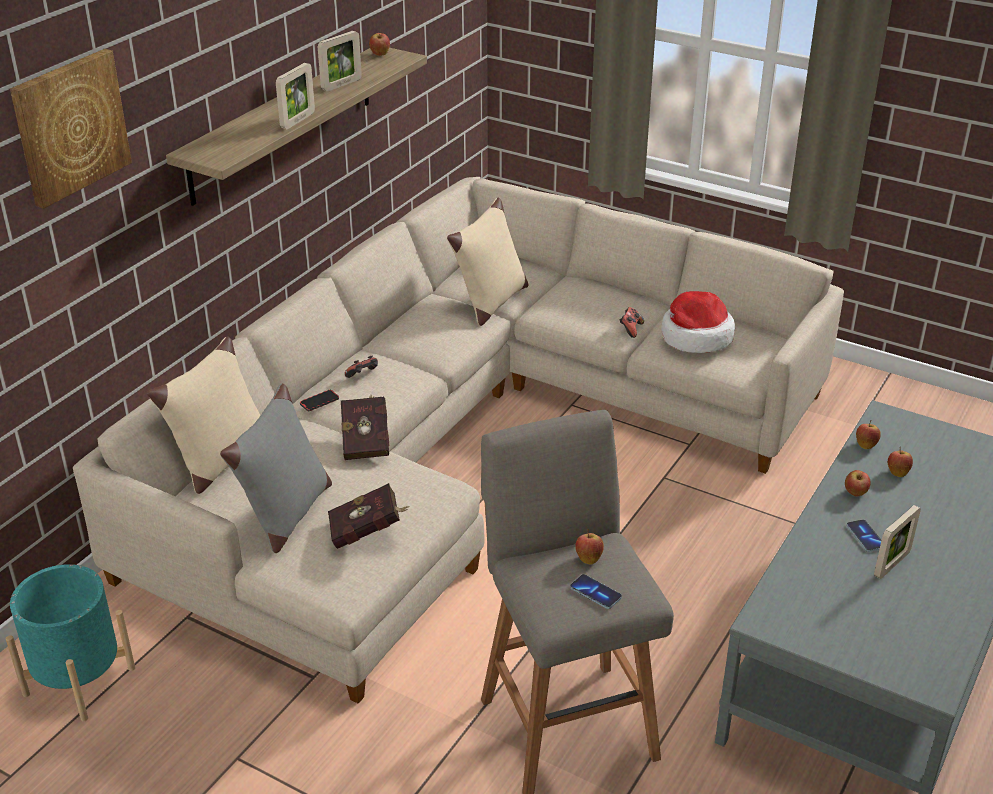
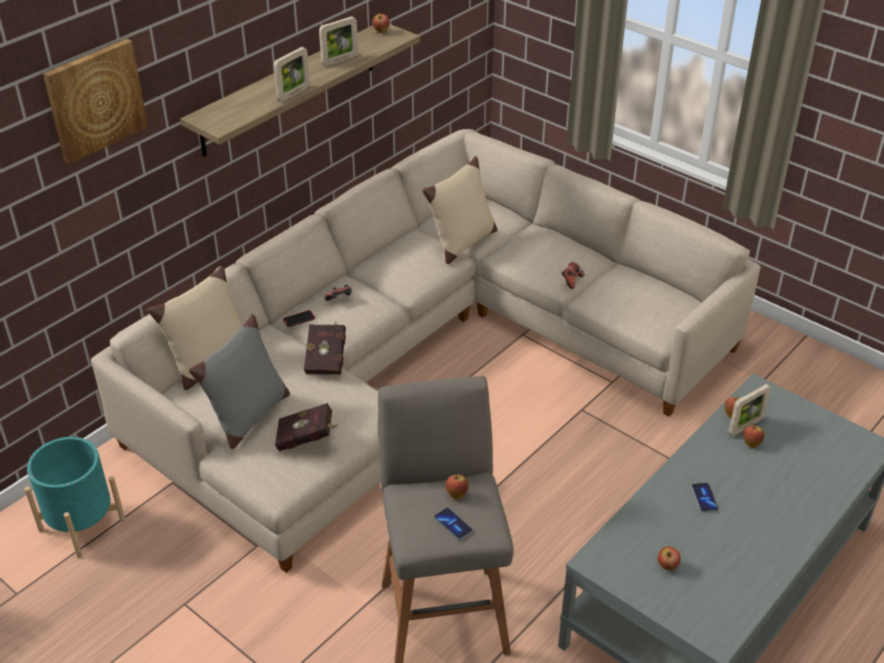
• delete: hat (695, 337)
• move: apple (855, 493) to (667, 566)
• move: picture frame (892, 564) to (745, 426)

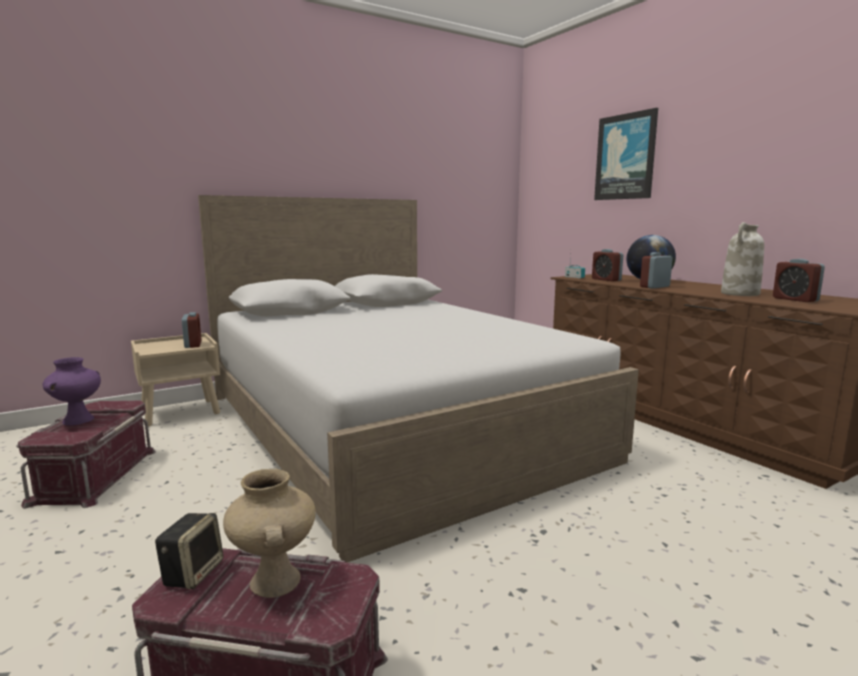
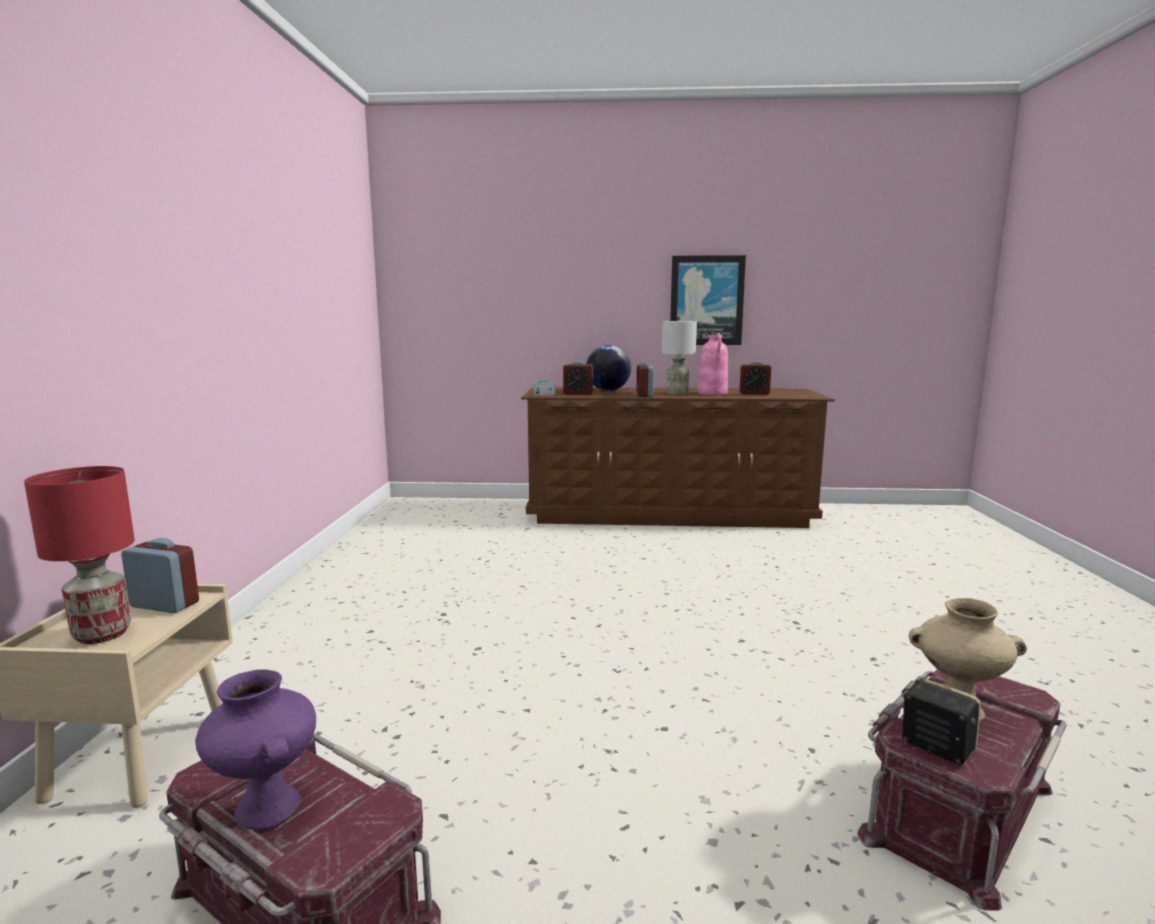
• move: picture (625, 157) to (706, 300)
• delete: white bed (392, 425)
• recolor: white vase (740, 294) to pink vase (713, 393)
• insert: grey table lamp (676, 394)
• insert: red table lamp (101, 635)

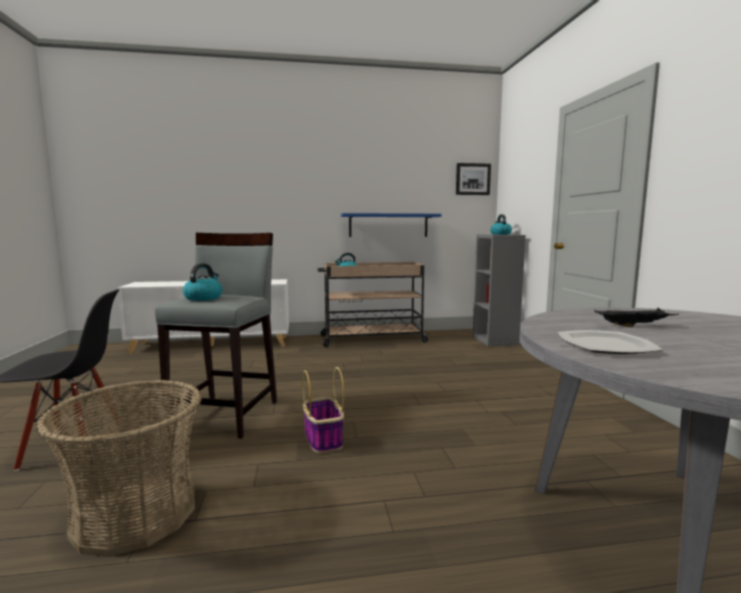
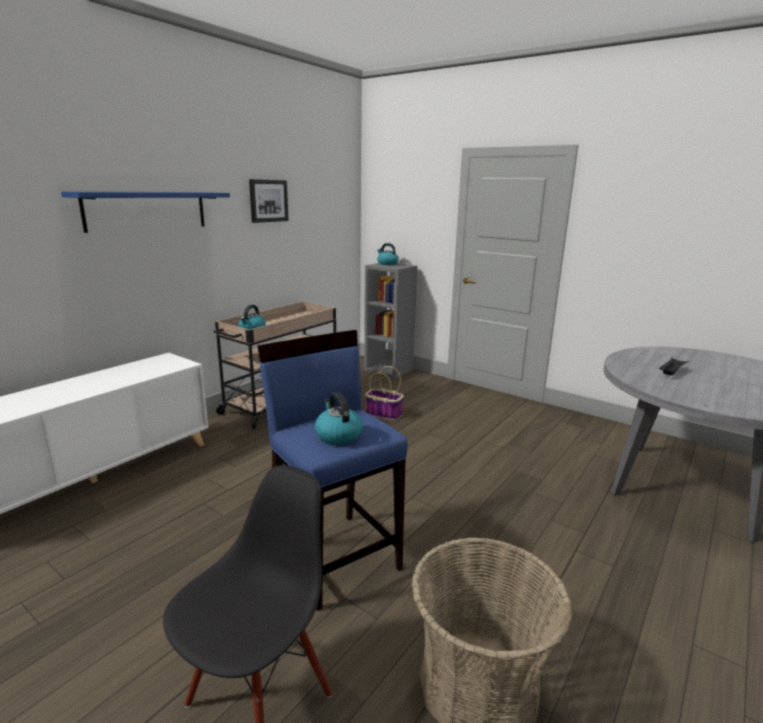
• move: picture (472, 179) to (268, 201)
• move: blue shelf (388, 225) to (147, 210)
• recolor: grey stool (226, 415) to blue stool (335, 556)
• delete: plate (605, 346)
• move: basket (323, 438) to (383, 414)

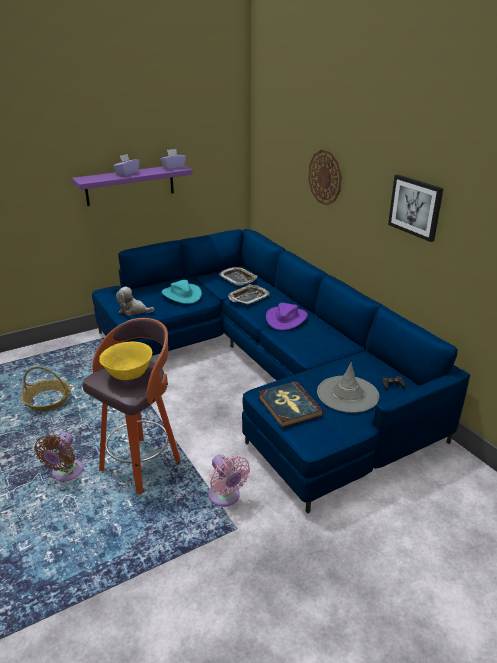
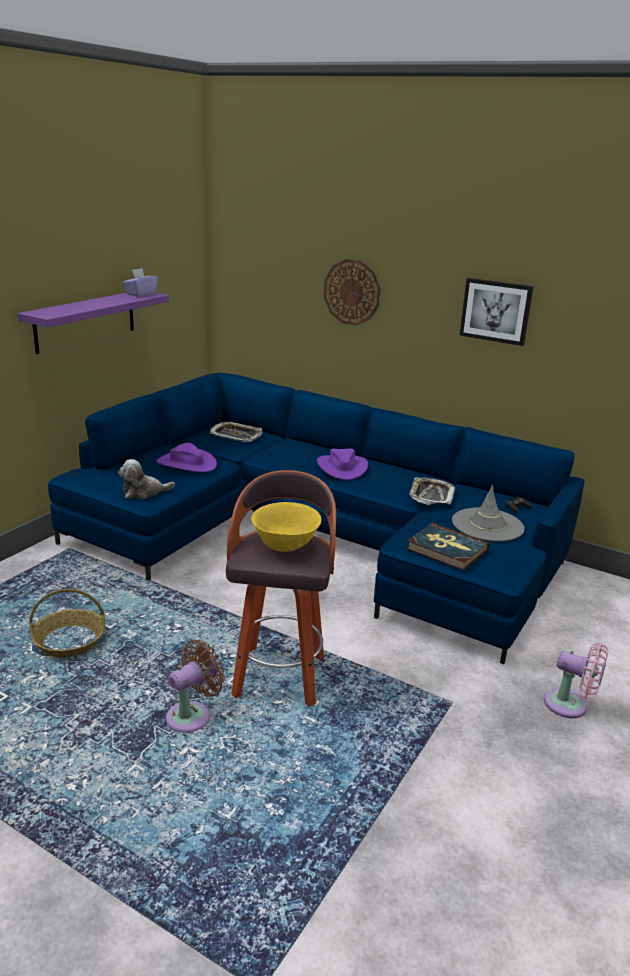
• delete: purple tissue box (127, 174)
• recolor: turquoise hat (181, 295) to purple hat (186, 464)
• move: tray (248, 297) to (431, 495)
• rotate: brown fan (65, 473) = (192, 715) 120 degrees counterclockwise
• move: pink fan (225, 497) to (570, 706)

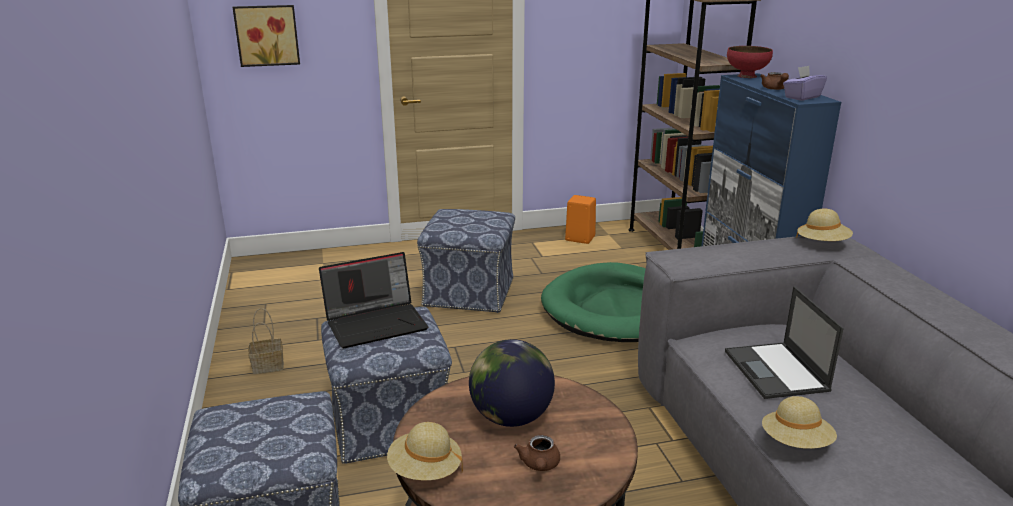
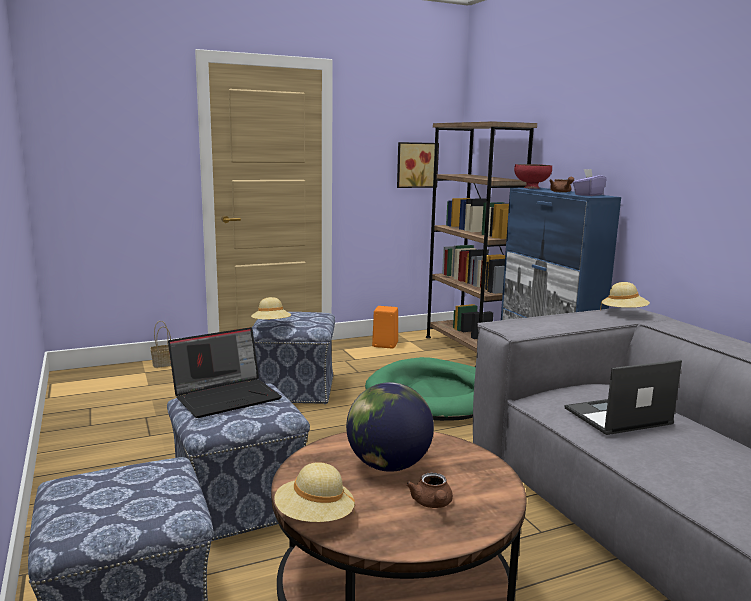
• move: picture (267, 35) to (416, 165)
• rotate: laptop (776, 371) = (617, 416) 90 degrees clockwise
• move: basket (267, 366) to (163, 364)
• move: beige hat (796, 443) to (271, 325)

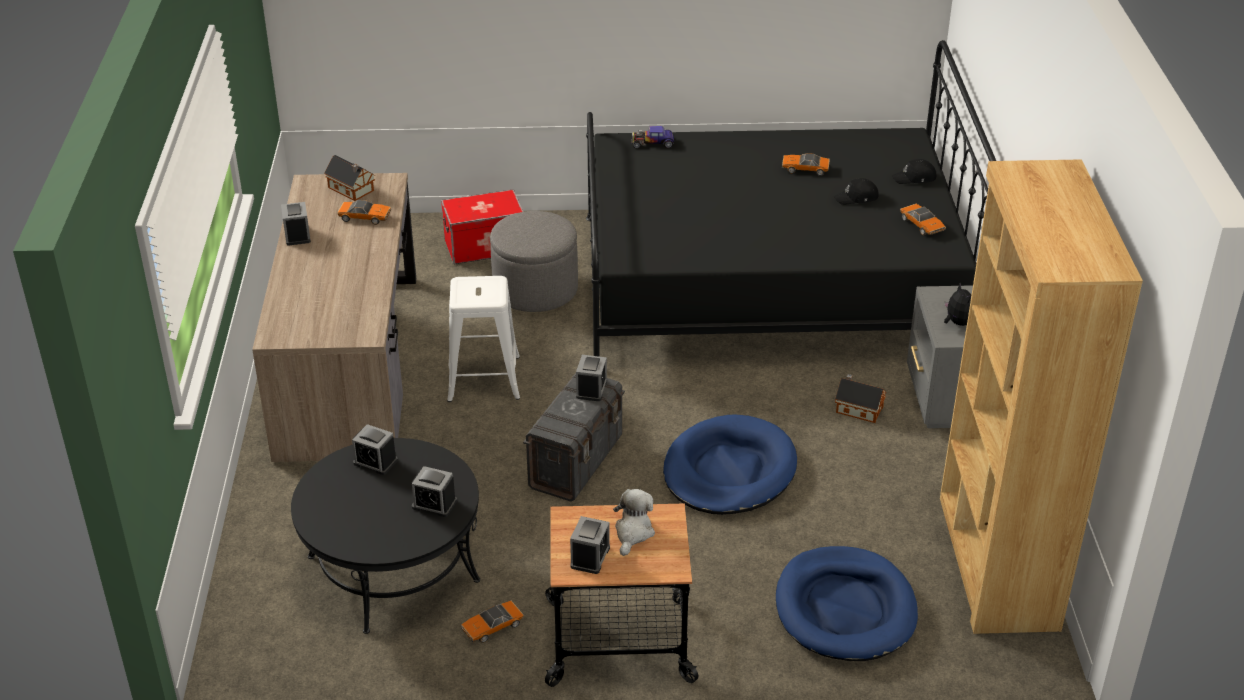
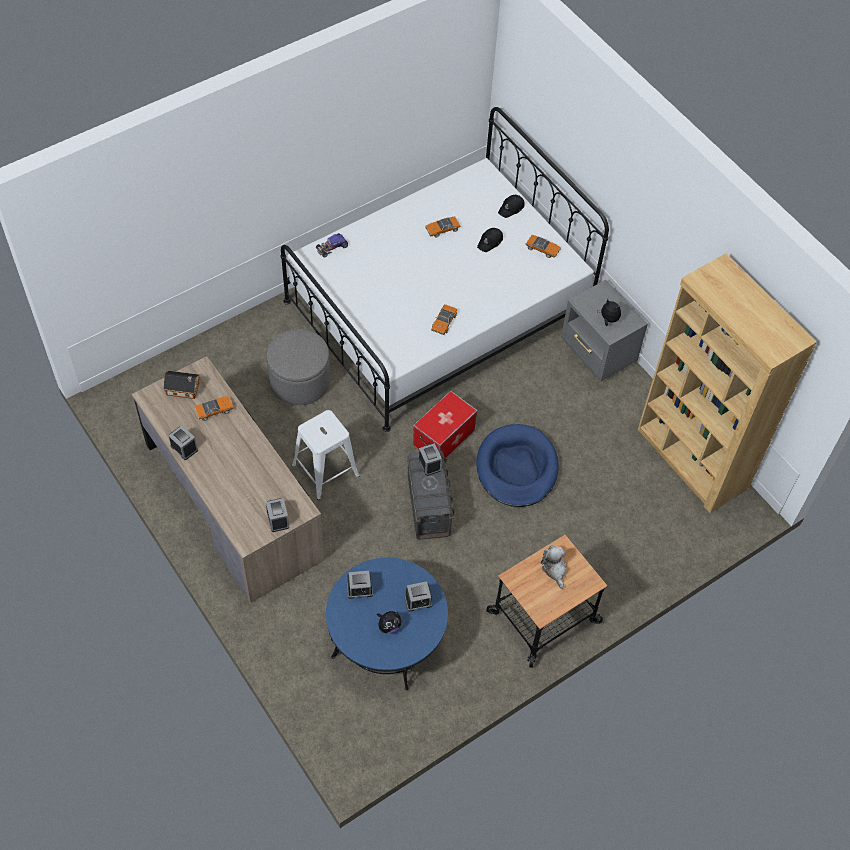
• recolor: black bed (767, 285) to white bed (437, 309)
• move: storage box (484, 246) to (443, 437)
• delete: toy house (857, 409)
• recolor: black coffee table (393, 568) to blue coffee table (386, 638)
• move: alarm clock (590, 557) to (278, 519)
• delete: blue dog bed (845, 609)
• move: toy car (492, 627) to (444, 322)
• insert: plush toy (389, 626)

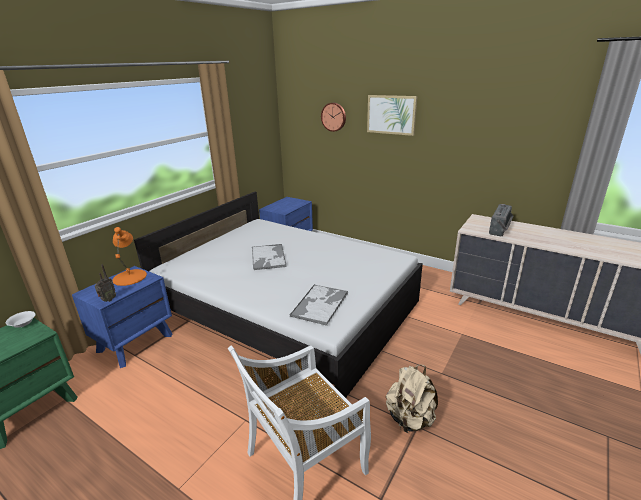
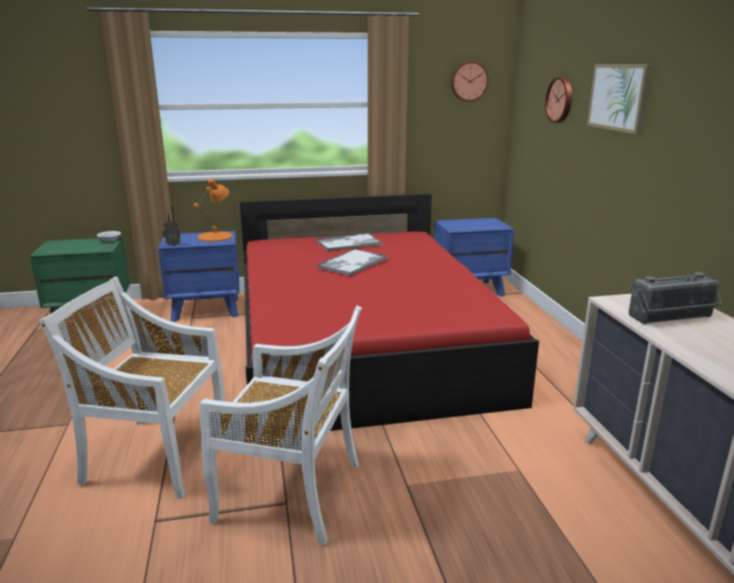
• recolor: white bed (288, 309) to red bed (361, 342)
• move: tray (320, 304) to (349, 243)
• replace: beige backpack (410, 419) to white chair (291, 493)
• insert: wall clock (468, 81)

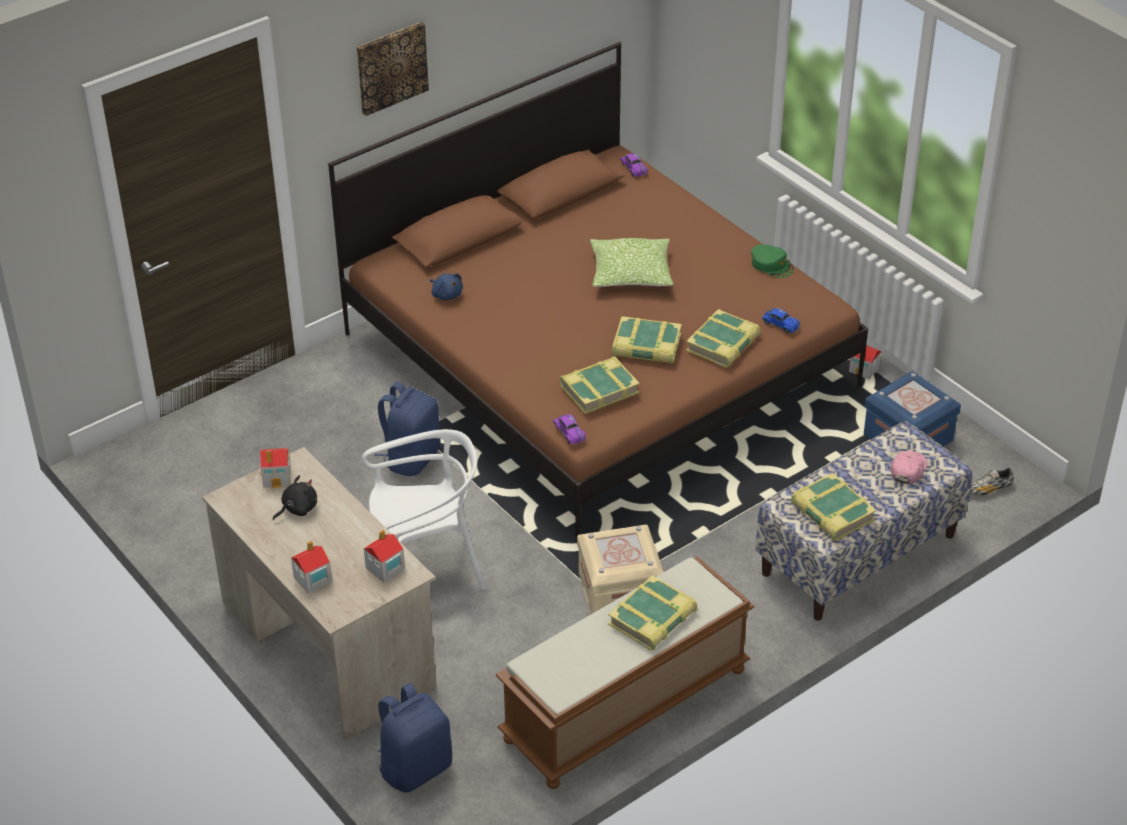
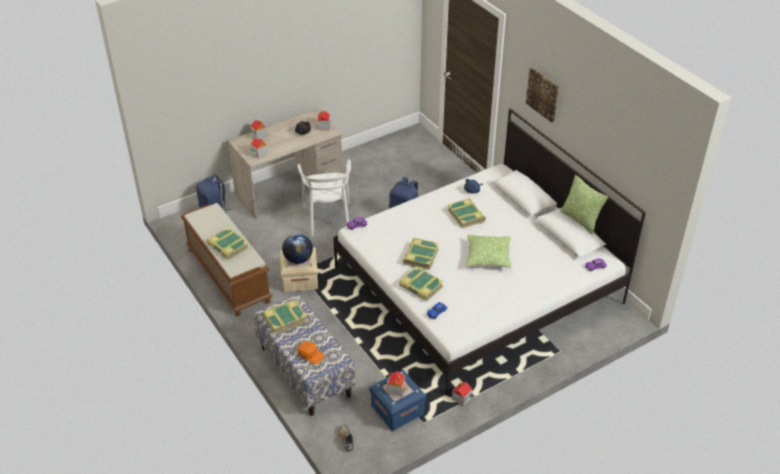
• recolor: brown bed (599, 359) to white bed (477, 285)
• delete: green cap (772, 265)
• move: book (598, 389) to (466, 215)
• recolor: pink cap (908, 470) to orange cap (310, 355)
• insert: pillow (580, 220)
• insert: globe (298, 259)
• insert: toy house (396, 389)

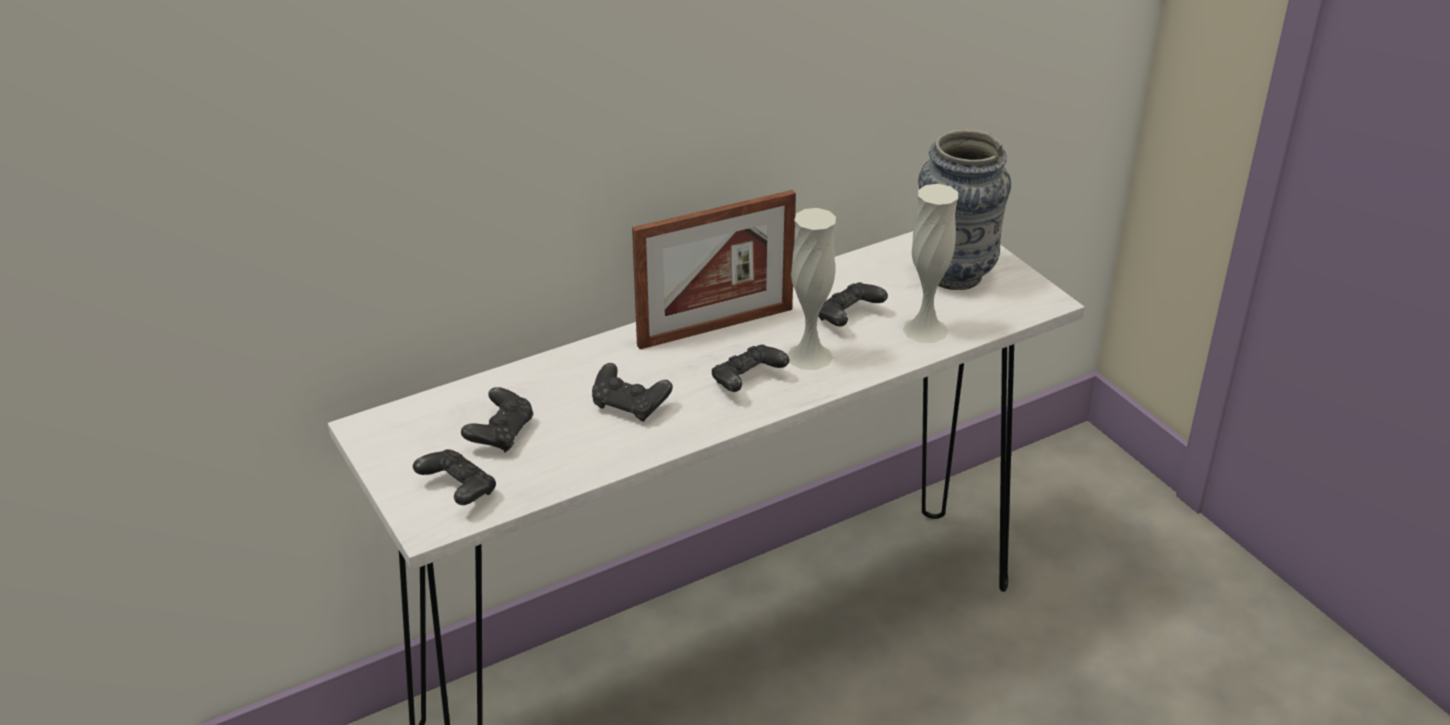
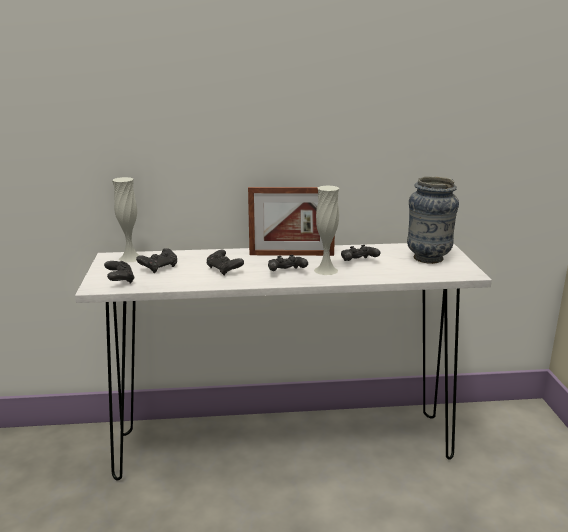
• move: white vase (925, 330) to (130, 258)

